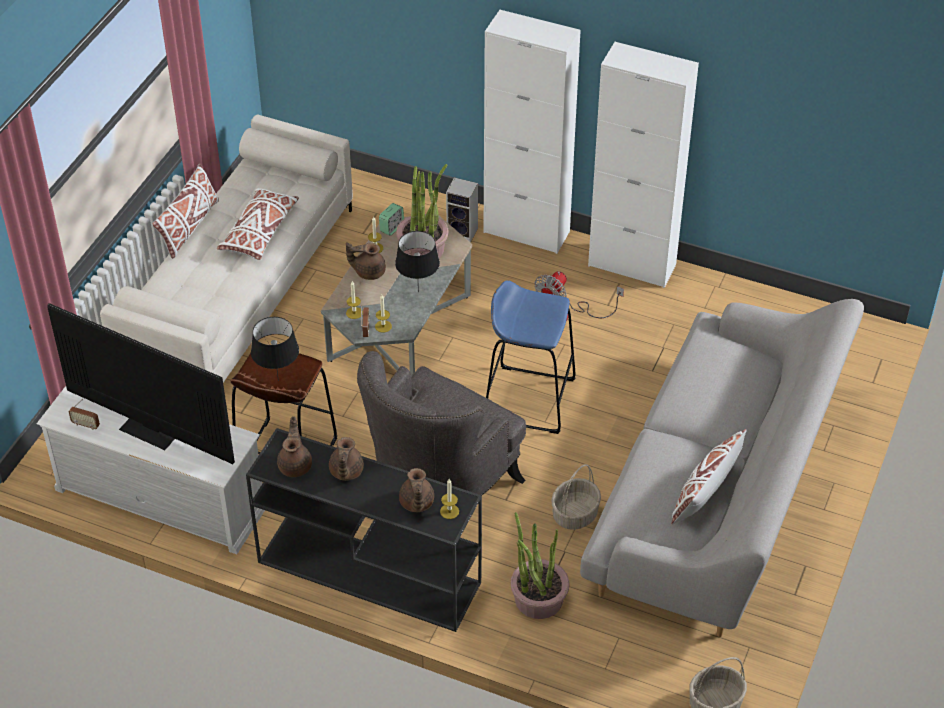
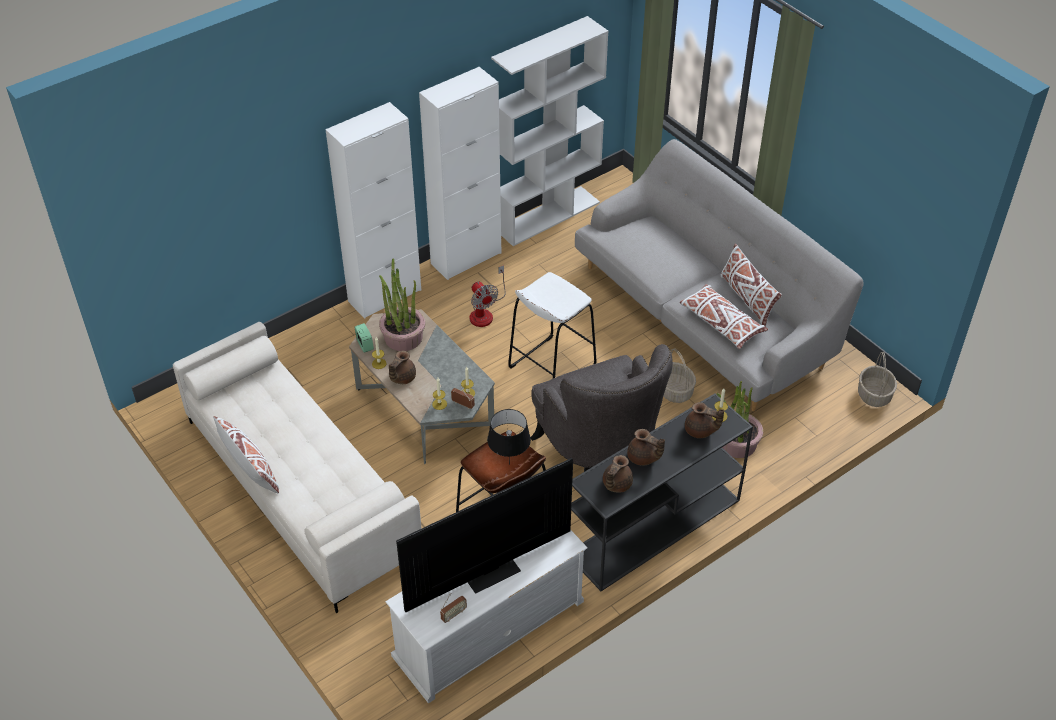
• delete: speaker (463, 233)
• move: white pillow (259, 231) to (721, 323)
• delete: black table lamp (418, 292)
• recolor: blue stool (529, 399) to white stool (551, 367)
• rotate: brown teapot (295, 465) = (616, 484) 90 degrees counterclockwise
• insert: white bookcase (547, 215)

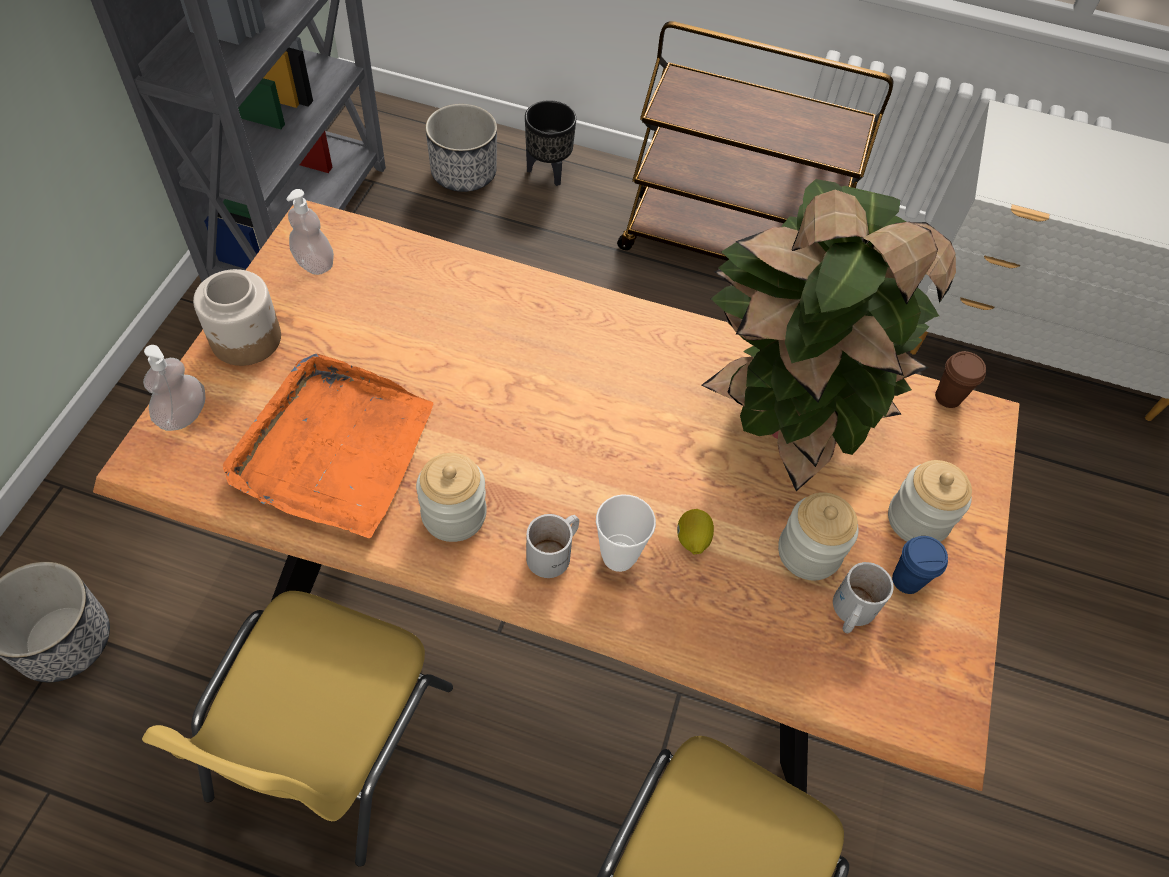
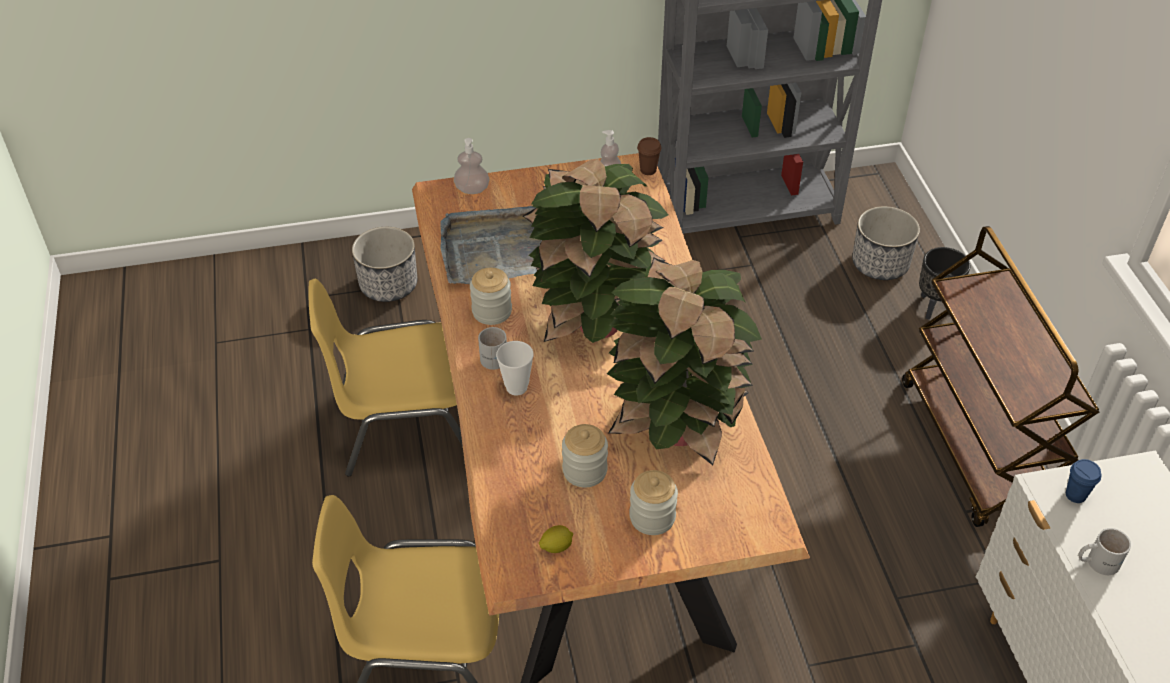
• delete: jar (246, 340)
• move: brown cup (948, 397) to (648, 170)
• recolor: orange tray (334, 449) to grey tray (495, 249)
• move: lemon (692, 540) to (556, 547)
• move: blue cup (906, 580) to (1075, 495)
• move: white mug (850, 611) to (1097, 561)
• insert: potted plant (595, 321)

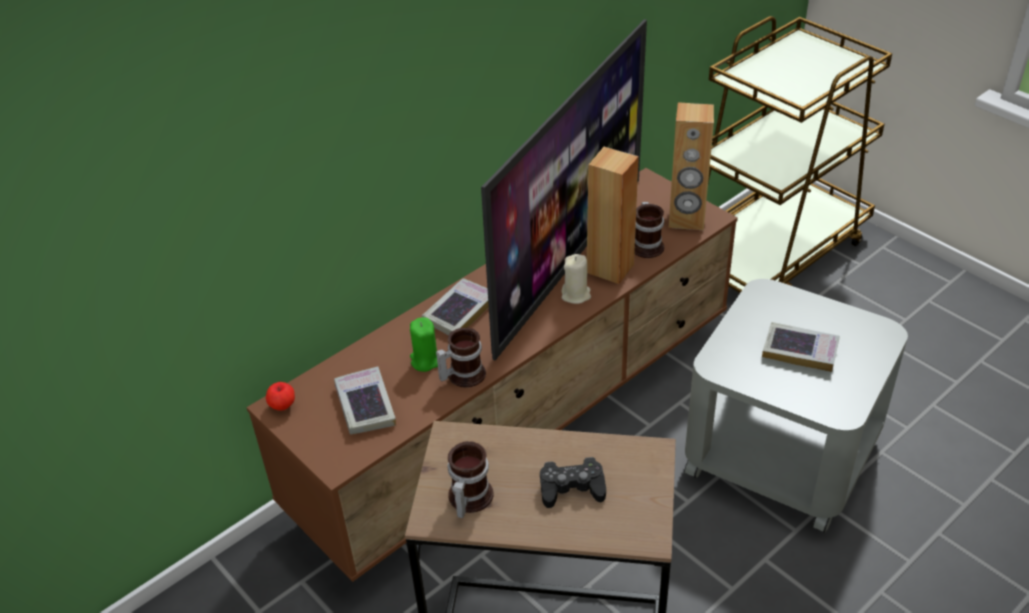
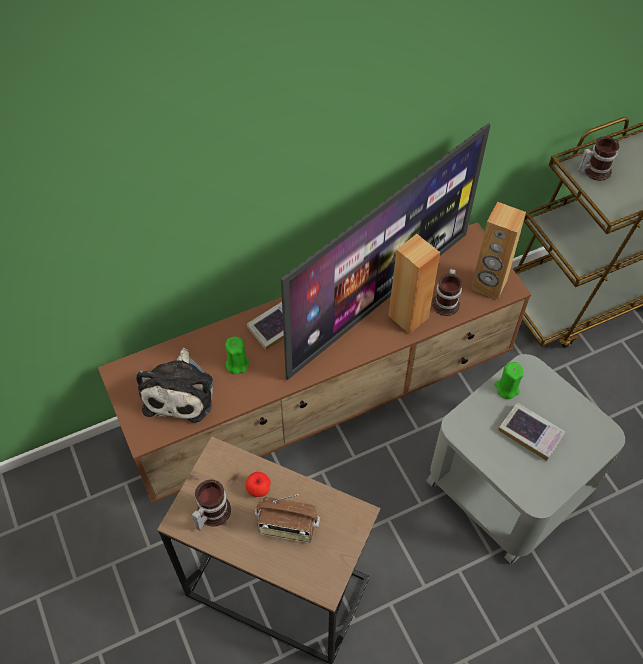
• delete: beige candle (576, 295)
• move: mug (462, 374) to (594, 170)
• replace: book (365, 405) to plush toy (180, 391)
• move: apple (283, 406) to (258, 489)
• replace: black game controller (572, 488) to radio (287, 527)
• insert: green candle (506, 388)

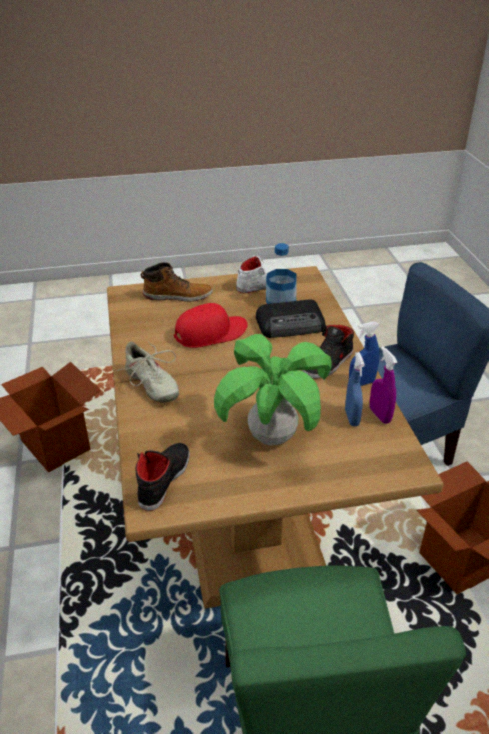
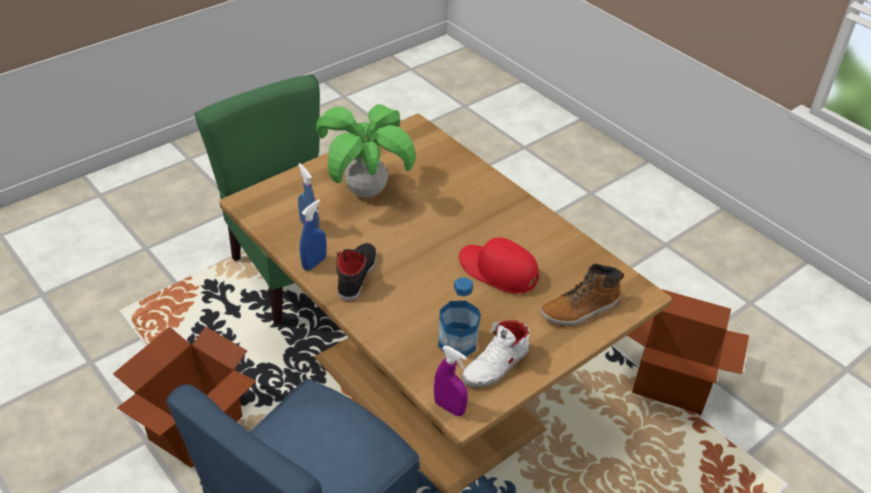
• delete: radio (291, 324)
• rotate: red cap (211, 333) = (498, 271) 90 degrees clockwise
• delete: beige shoe (151, 384)
• move: purple spray bottle (379, 415) to (449, 407)
• delete: black shoe (163, 479)

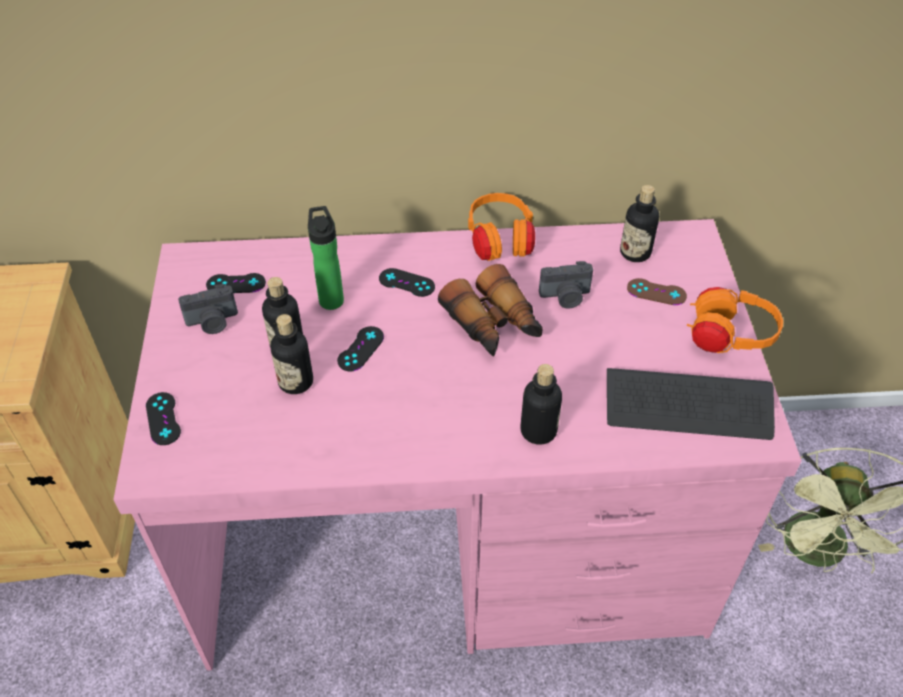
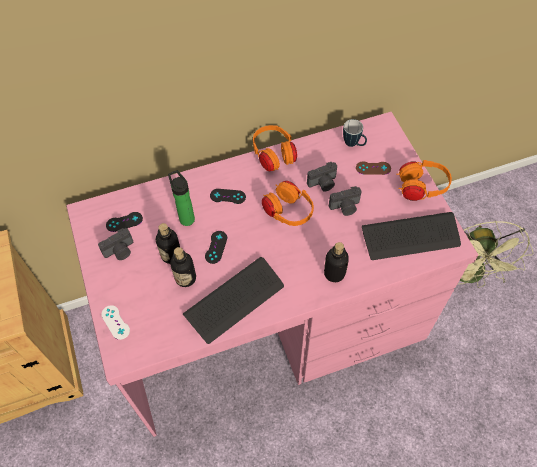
• replace: bottle (635, 252) to mug (353, 144)
• replace: binoculars (493, 325) to orange headphones (288, 212)
• recolor: black game controller (163, 419) to white game controller (115, 322)
• insert: photo camera (345, 207)
• insert: keyboard (235, 300)

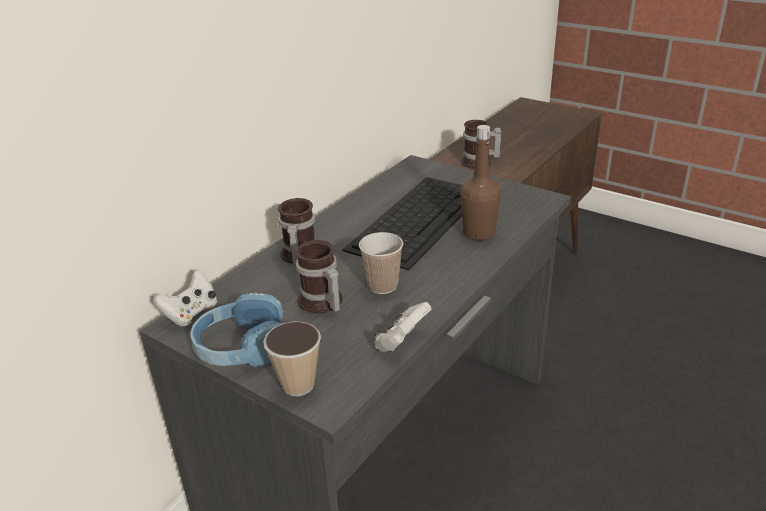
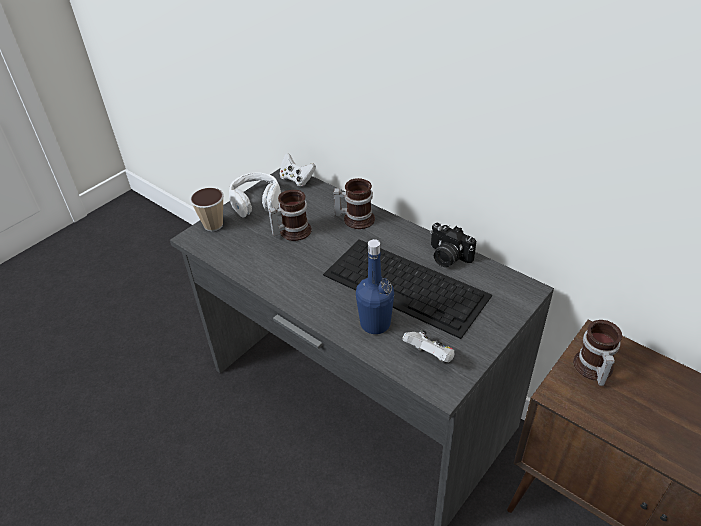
• recolor: brown bottle (478, 233) to blue bottle (375, 324)
• delete: cup (382, 286)
• recolor: blue headphones (242, 347) to white headphones (256, 202)
• move: white game controller (401, 342) to (430, 356)
• insert: photo camera (447, 257)

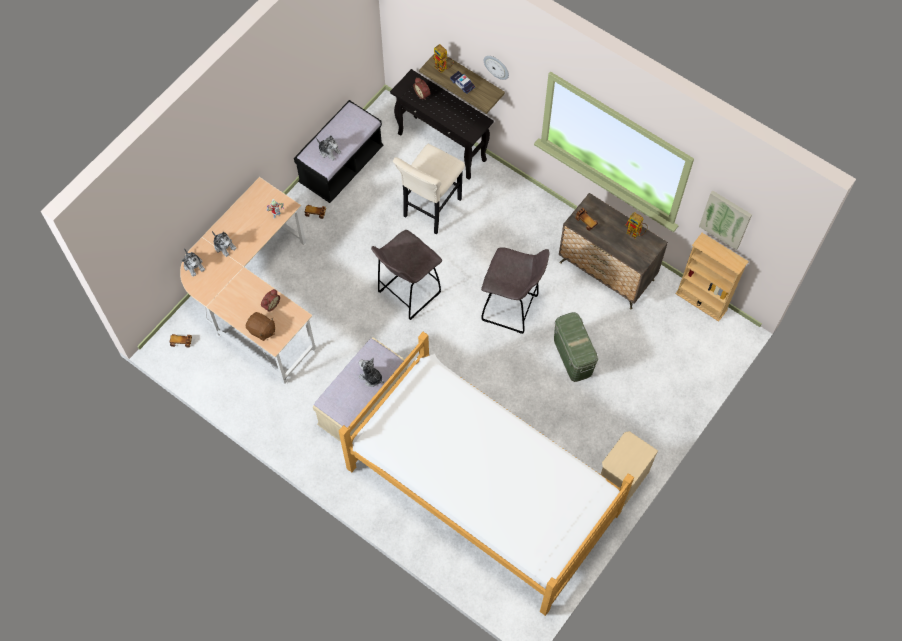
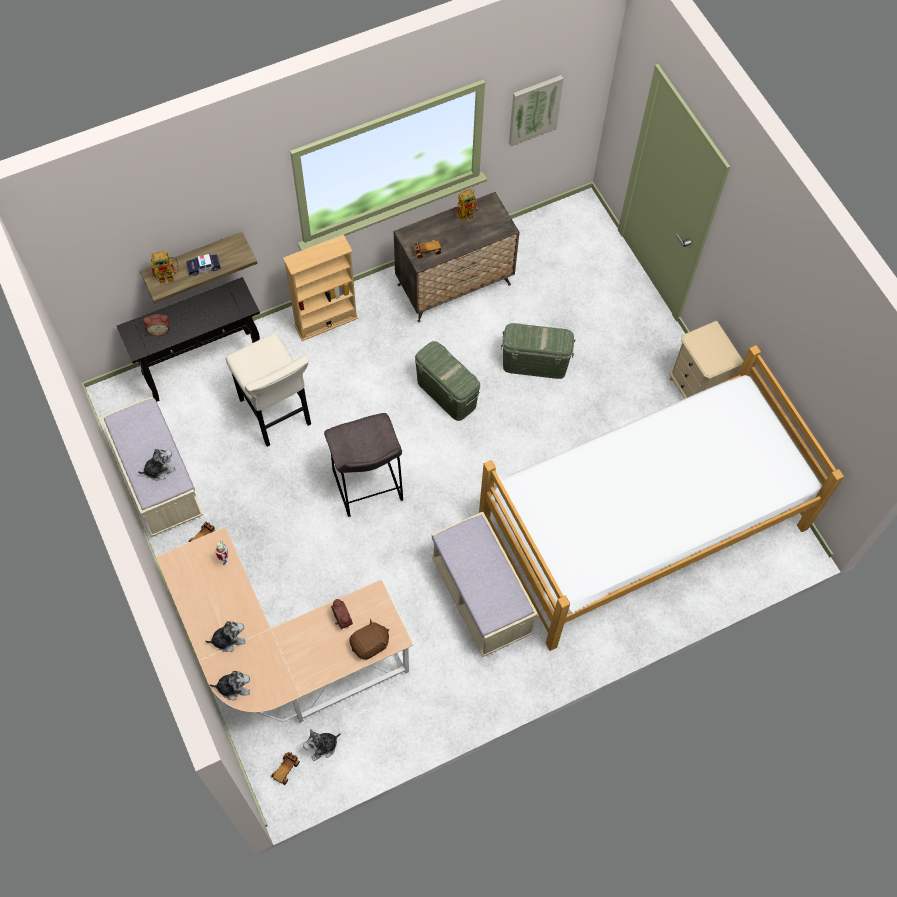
• delete: wall clock (496, 66)
• recolor: black bench (341, 166) to beige bench (158, 482)
• move: beige bookcase (701, 301) to (326, 321)
• replace: grey stool (511, 308) to green storage box (447, 393)
• move: plush toy (371, 377) to (322, 746)

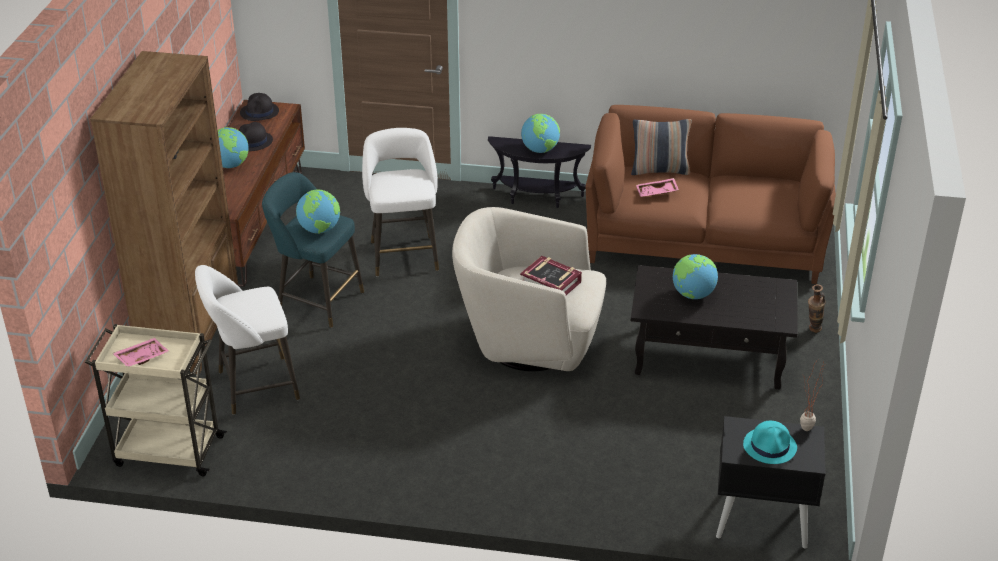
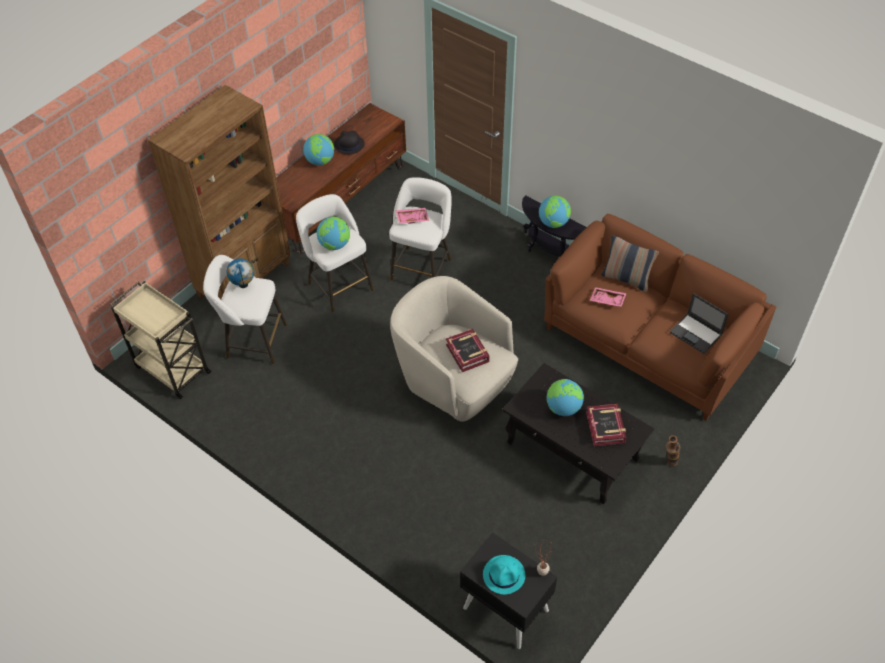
• delete: black hat (259, 112)
• recolor: turquoise stool (316, 300) to white stool (338, 285)
• move: pink tray (141, 357) to (412, 218)
• insert: globe (243, 285)
• insert: laptop (696, 334)
• insert: book (605, 427)

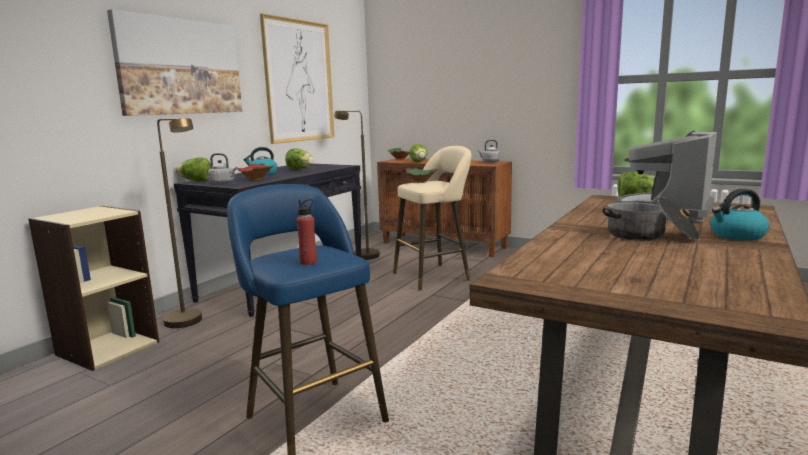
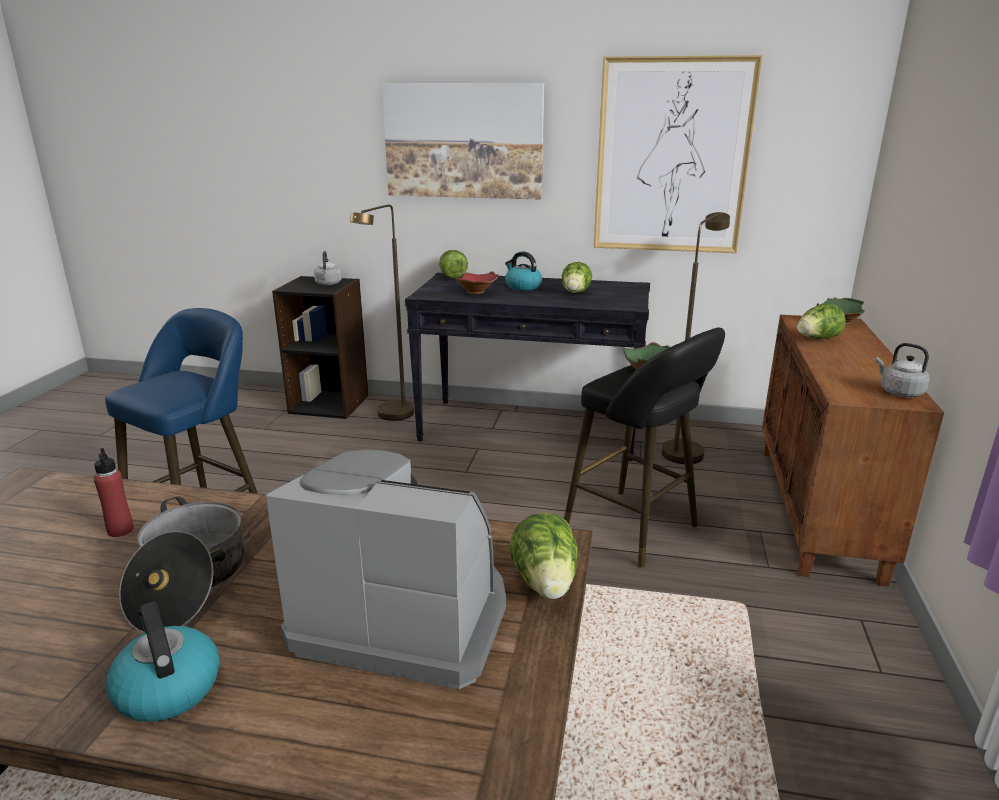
• recolor: beige stool (435, 276) to black stool (636, 530)
• move: grey kettle (223, 183) to (328, 284)
• move: red bottle (308, 262) to (120, 530)
• recolor: beige bookcase (107, 348) to black bookcase (329, 404)

